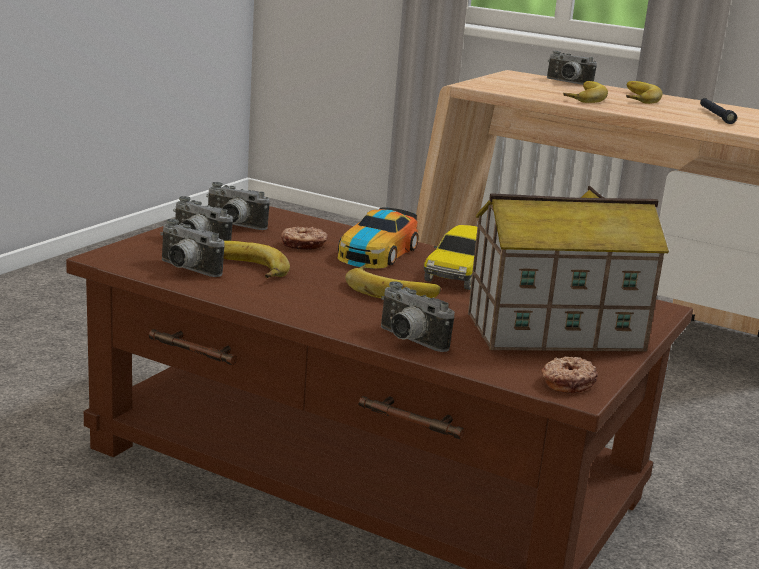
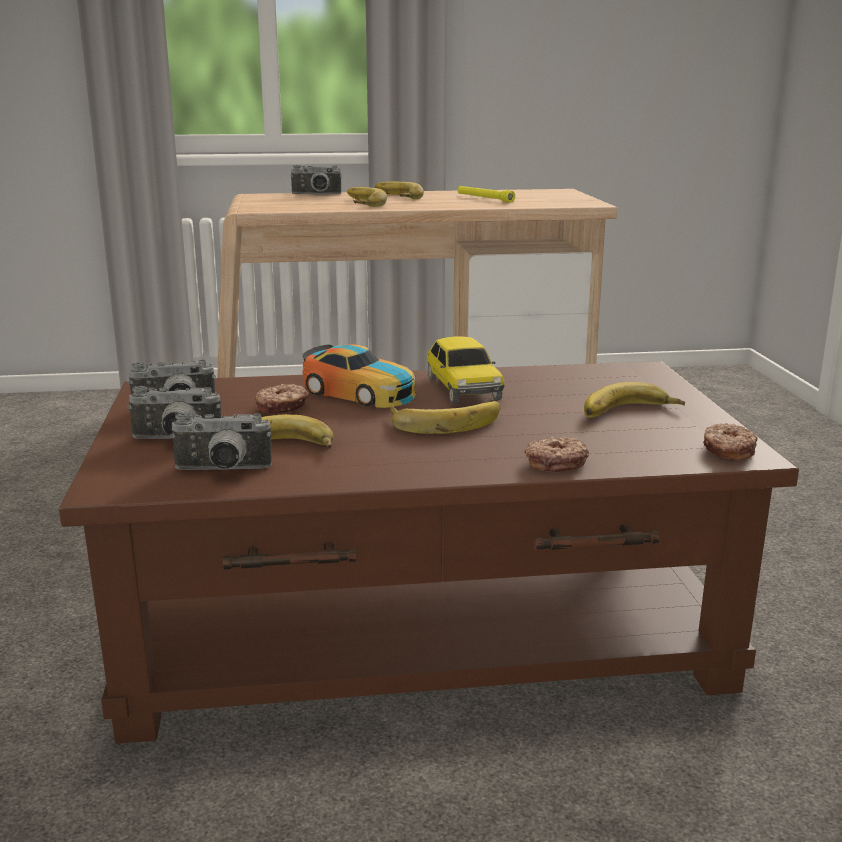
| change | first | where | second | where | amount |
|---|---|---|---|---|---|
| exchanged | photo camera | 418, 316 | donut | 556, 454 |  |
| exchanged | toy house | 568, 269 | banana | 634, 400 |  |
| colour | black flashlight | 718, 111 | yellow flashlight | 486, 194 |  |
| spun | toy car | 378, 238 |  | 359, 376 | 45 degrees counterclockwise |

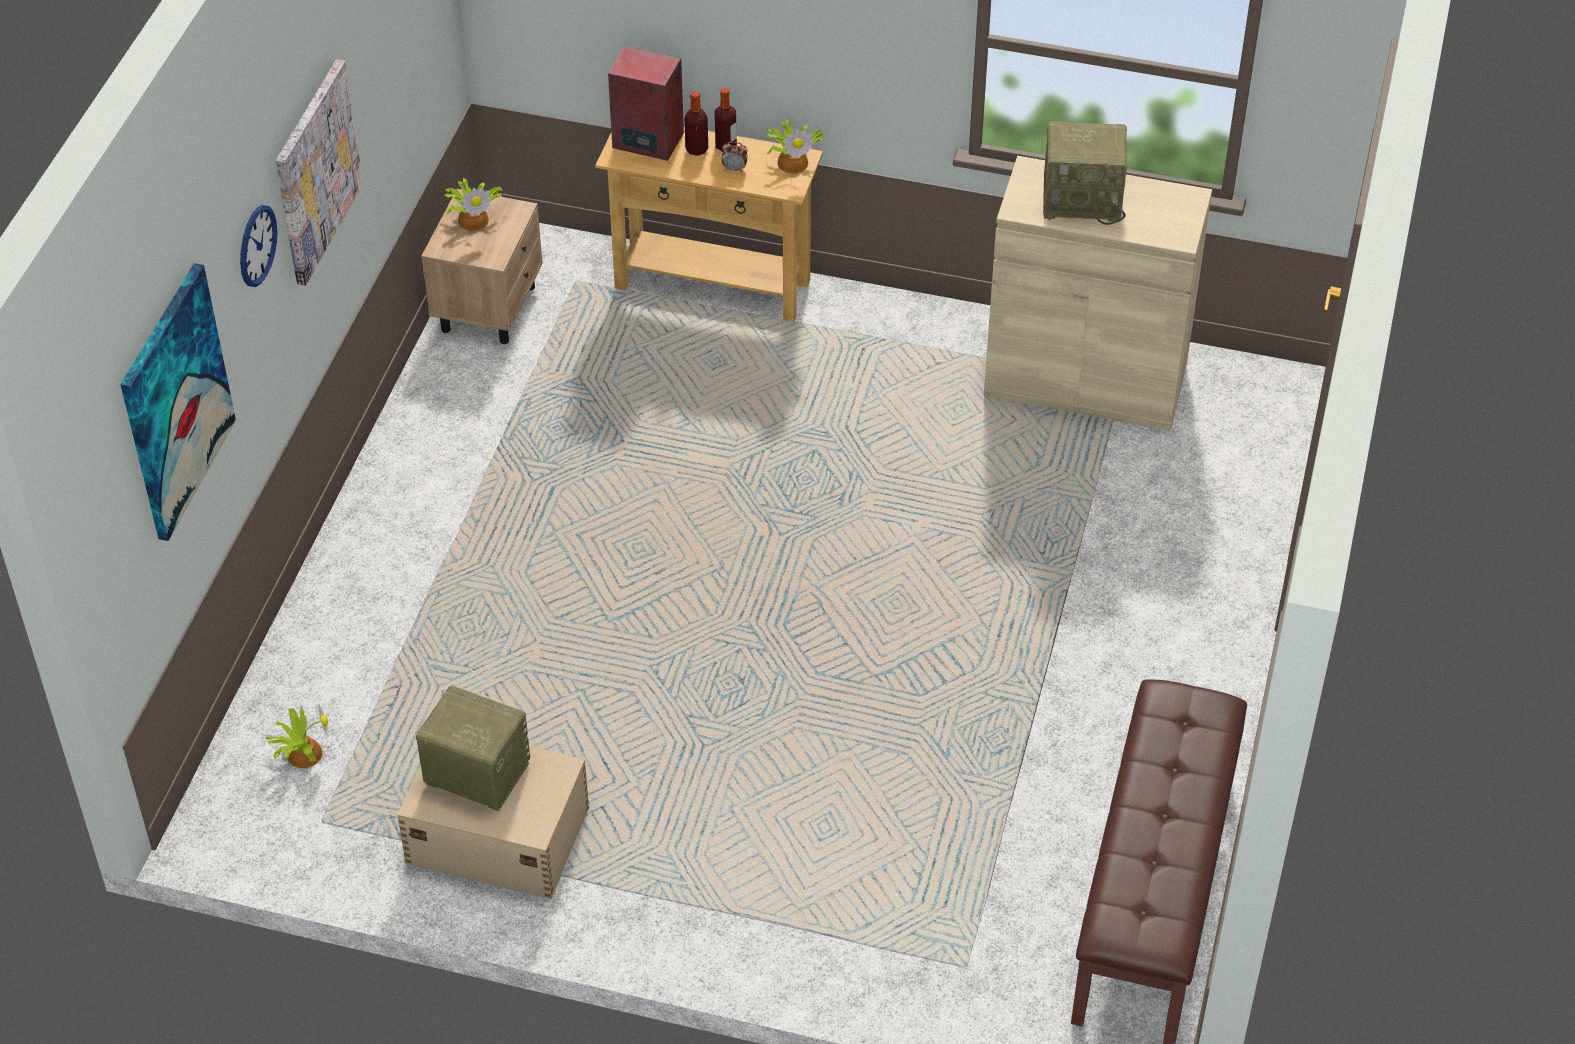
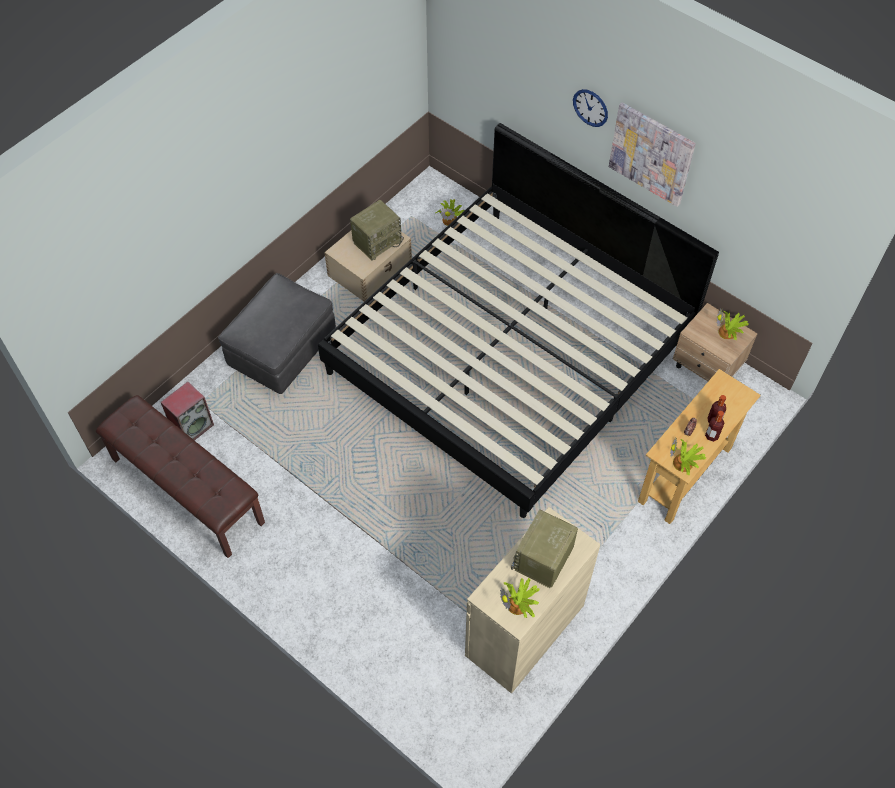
| change | first | where | second | where | amount |
|---|---|---|---|---|---|
| missing | picture | 178, 402 |  |  |  |
| appeared |  |  | grey ottoman | 277, 333 |  |
| appeared |  |  | bed | 518, 320 |  |
| appeared |  |  | potted plant | 520, 597 |  |
| relocated | speaker | 646, 103 |  | 187, 411 |  |

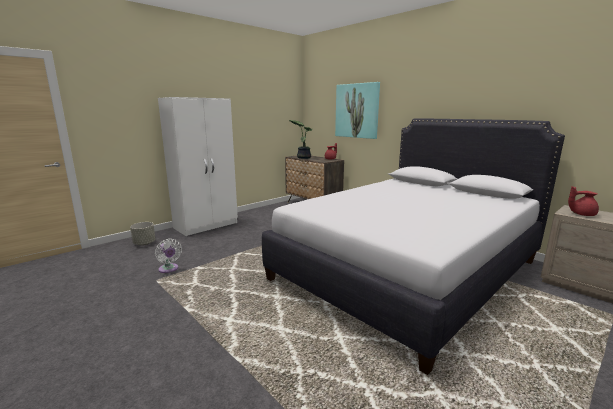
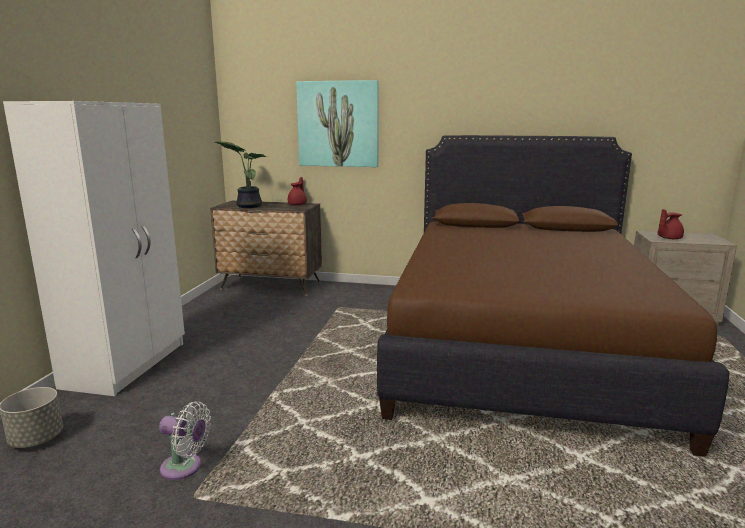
| change | first | where | second | where | amount |
|---|---|---|---|---|---|
| colour | white bed | 413, 247 | brown bed | 553, 296 |  |

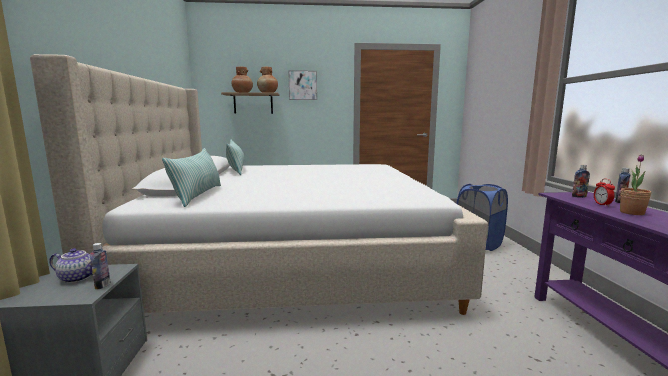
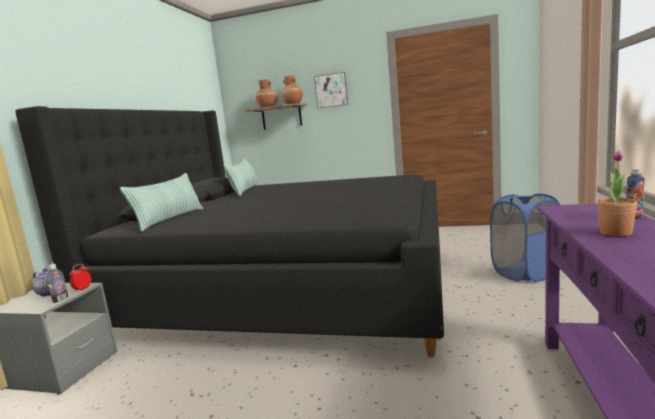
| change | first | where | second | where | amount |
|---|---|---|---|---|---|
| missing | bottle | 581, 181 |  |  |  |
| relocated | alarm clock | 604, 192 |  | 80, 278 |  |
| colour | beige bed | 259, 184 | black bed | 229, 231 |  |

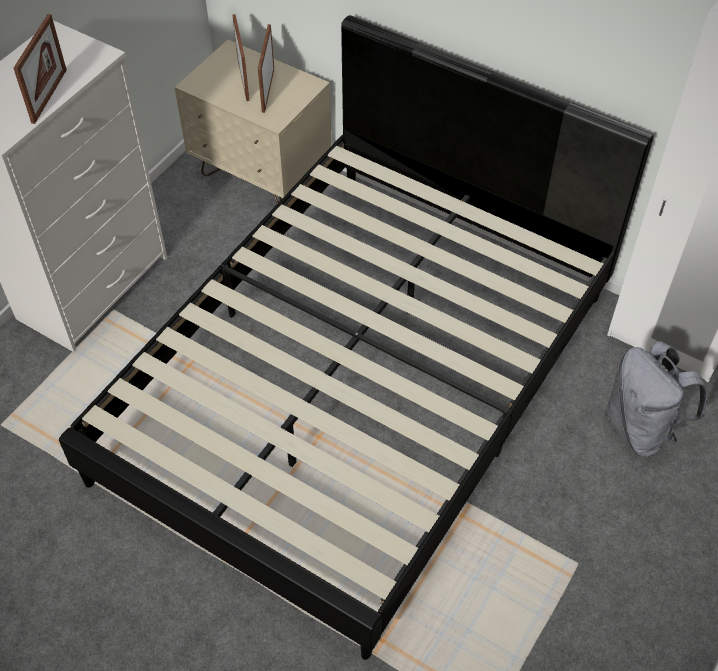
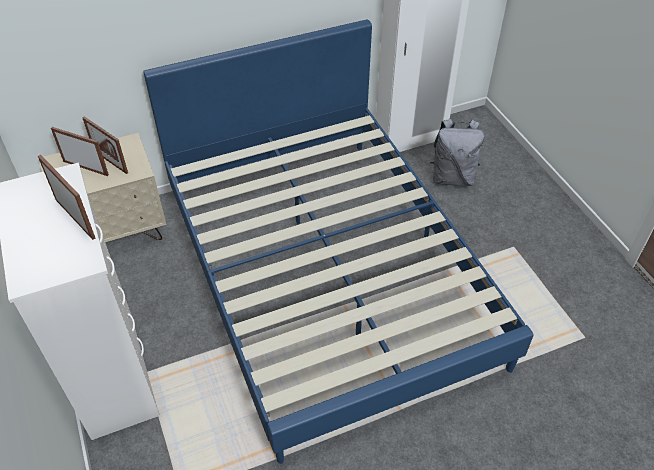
| change | first | where | second | where | amount |
|---|---|---|---|---|---|
| colour | black bed | 356, 337 | blue bed | 338, 241 |  |

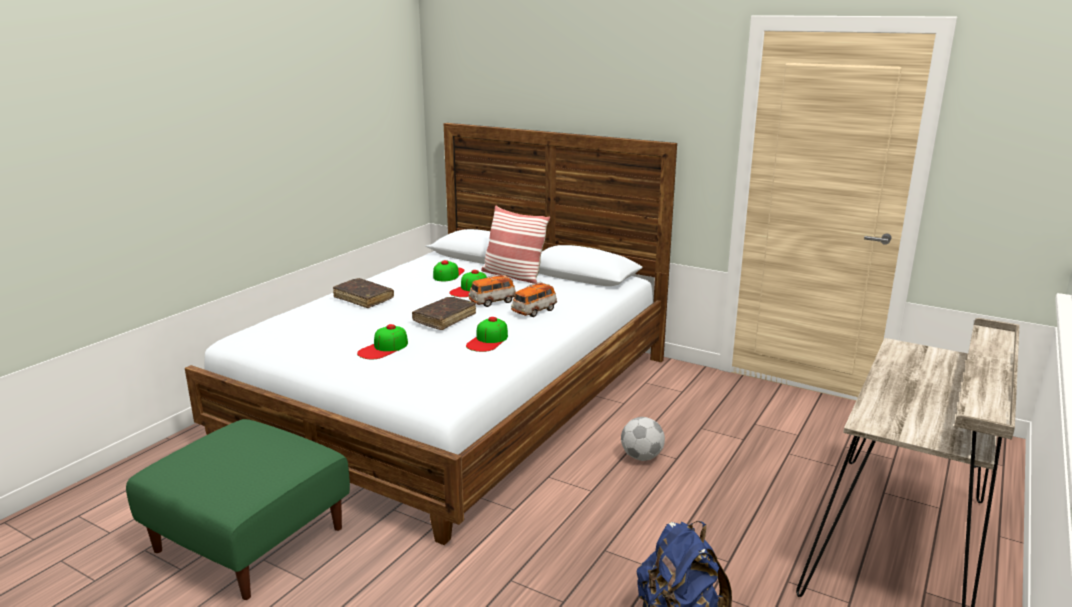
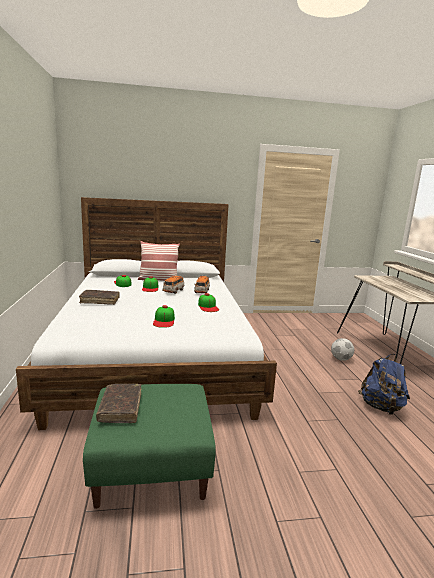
| change | first | where | second | where | amount |
|---|---|---|---|---|---|
| relocated | brown book | 444, 313 |  | 118, 403 |  |
| relocated | football | 643, 439 |  | 342, 349 |  |

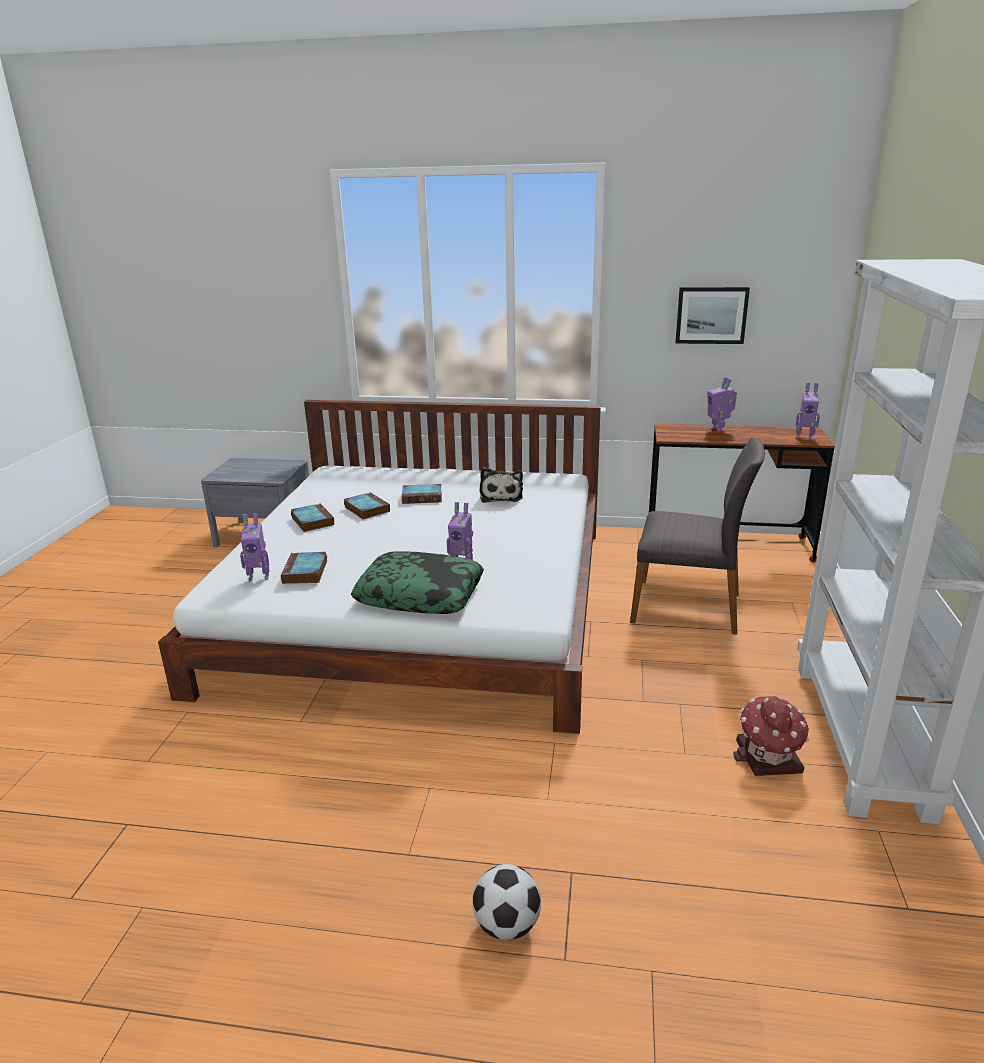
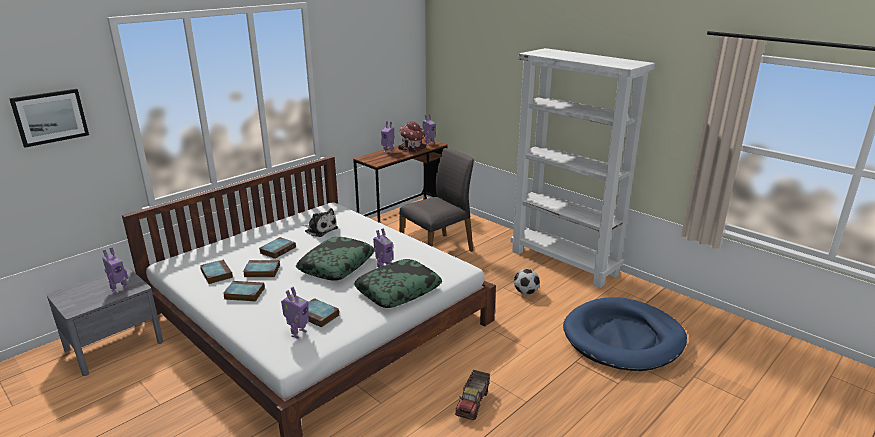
| change | first | where | second | where | amount |
|---|---|---|---|---|---|
| appeared |  |  | toy robot | 115, 270 |  |
| appeared |  |  | book | 216, 271 |  |
| appeared |  |  | pillow | 335, 258 |  |
| appeared |  |  | toy truck | 472, 395 |  |
| appeared |  |  | blue dog bed | 625, 334 |  |
| relocated | football | 506, 902 |  | 527, 282 |  |
| relocated | picture | 712, 315 |  | 49, 118 |  |
| relocated | toy house | 771, 736 |  | 412, 137 |  |

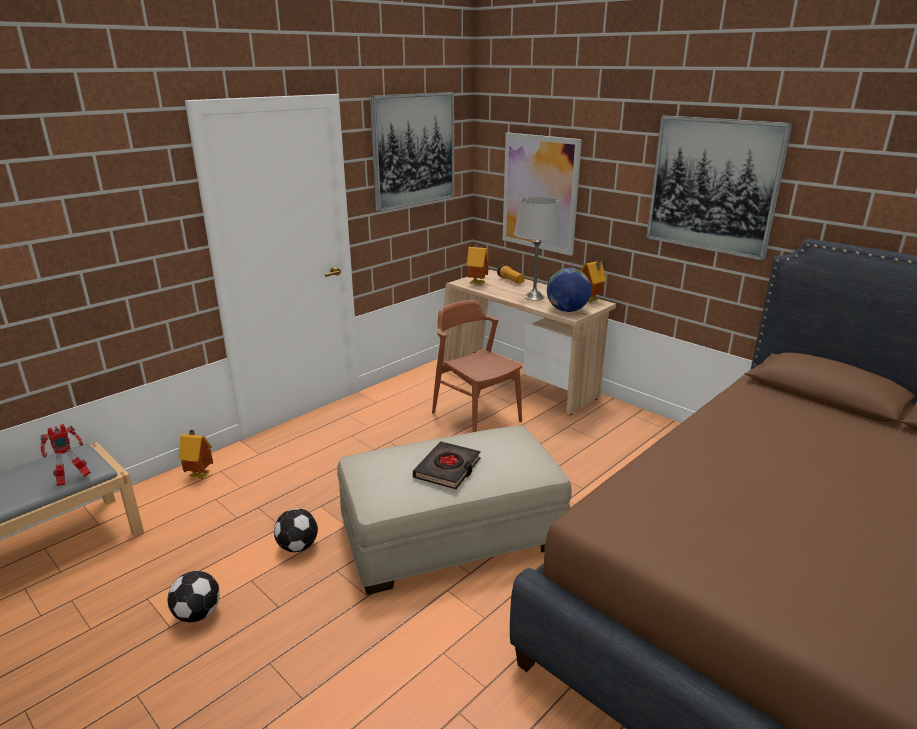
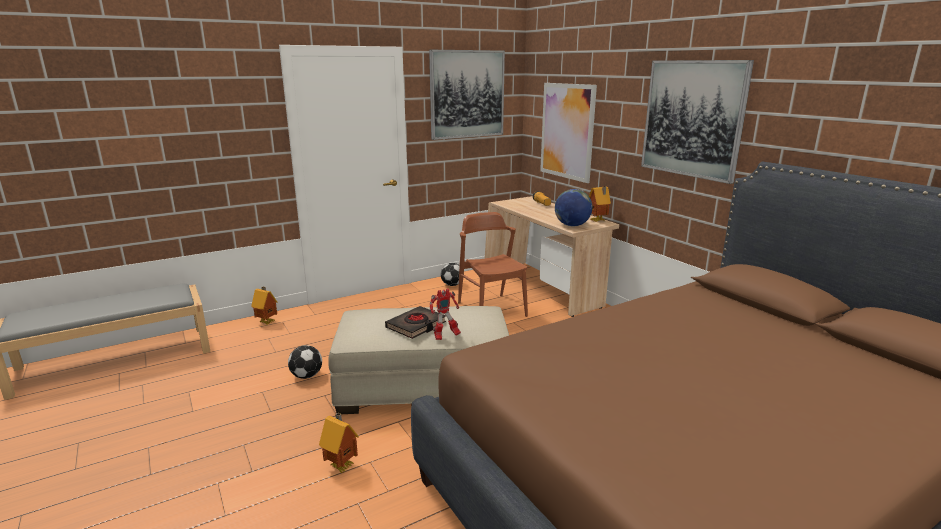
| change | first | where | second | where | amount |
|---|---|---|---|---|---|
| missing | grey table lamp | 537, 249 |  |  |  |
| relocated | toy robot | 65, 455 |  | 445, 314 |  |
| relocated | football | 194, 597 |  | 450, 274 |  |
| relocated | toy house | 477, 264 |  | 339, 443 |  |

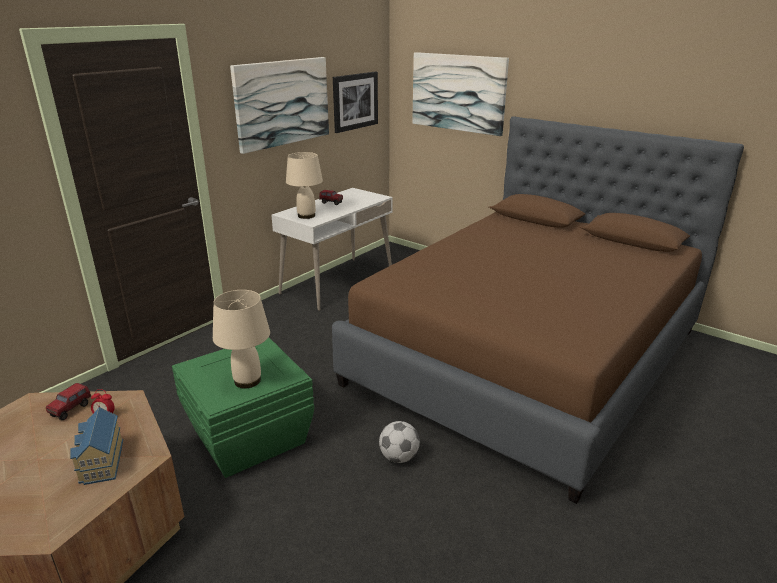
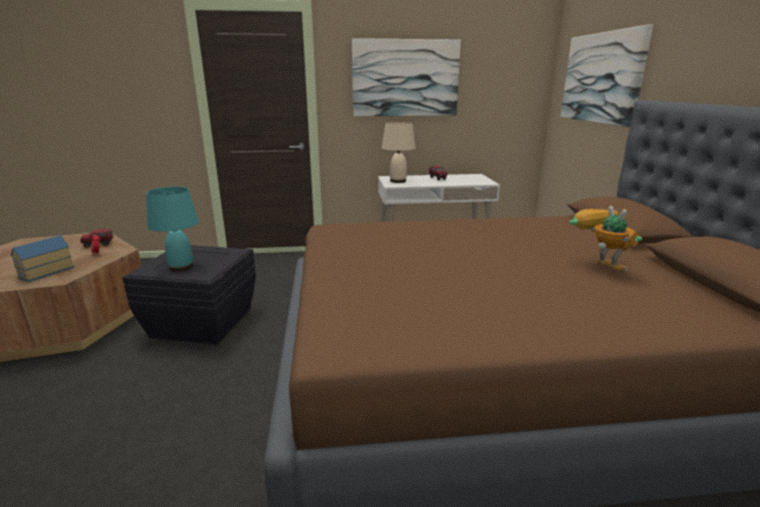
| change | first | where | second | where | amount |
|---|---|---|---|---|---|
| missing | picture | 355, 102 |  |  |  |
| missing | football | 399, 442 |  |  |  |
| appeared |  |  | toy robot | 605, 239 |  |
| colour | green storage box | 243, 407 | black storage box | 189, 295 |  |
| colour | beige table lamp | 241, 339 | turquoise table lamp | 172, 229 |  |

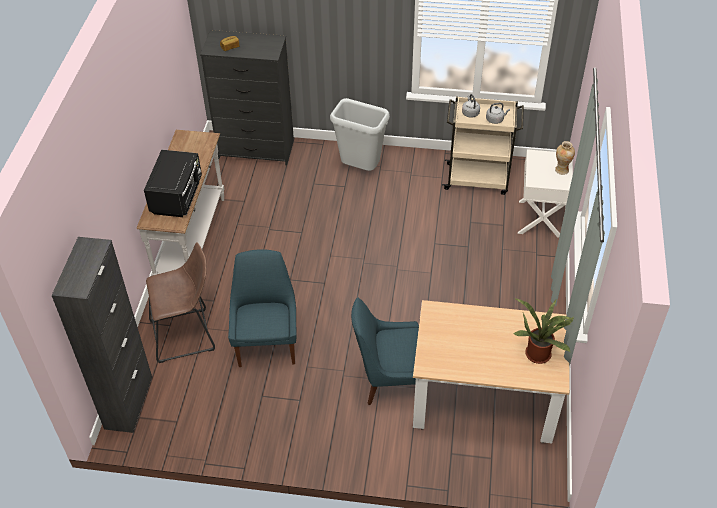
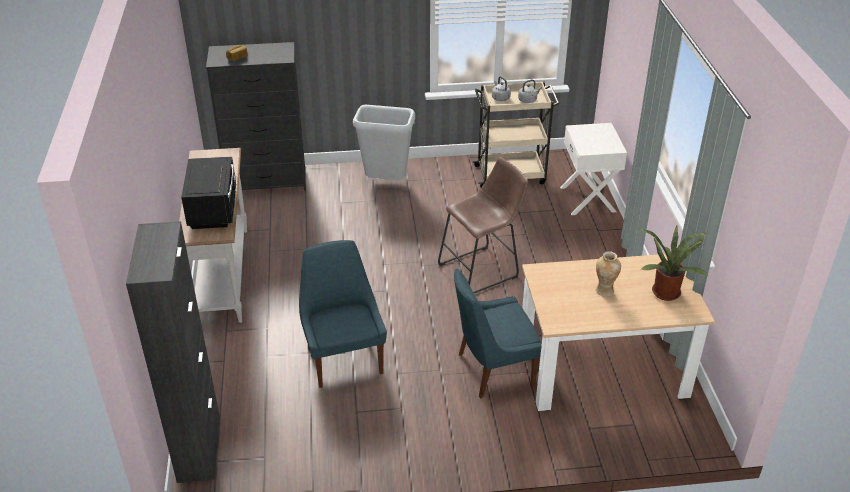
| change | first | where | second | where | amount |
|---|---|---|---|---|---|
| relocated | brown stool | 180, 302 |  | 483, 225 |  |
| relocated | vase | 565, 158 |  | 608, 274 |  |

